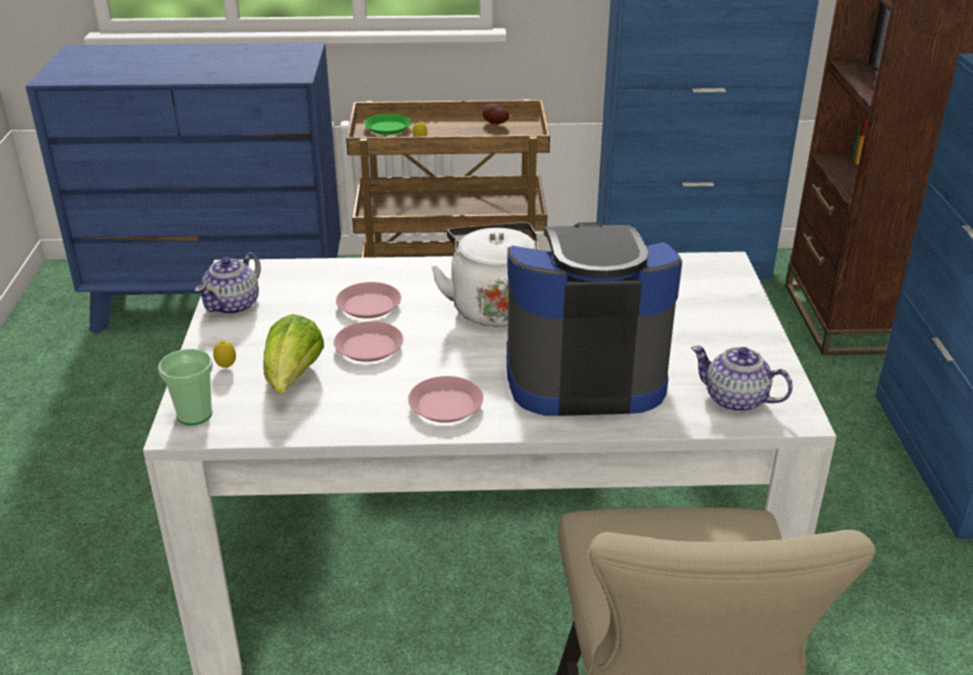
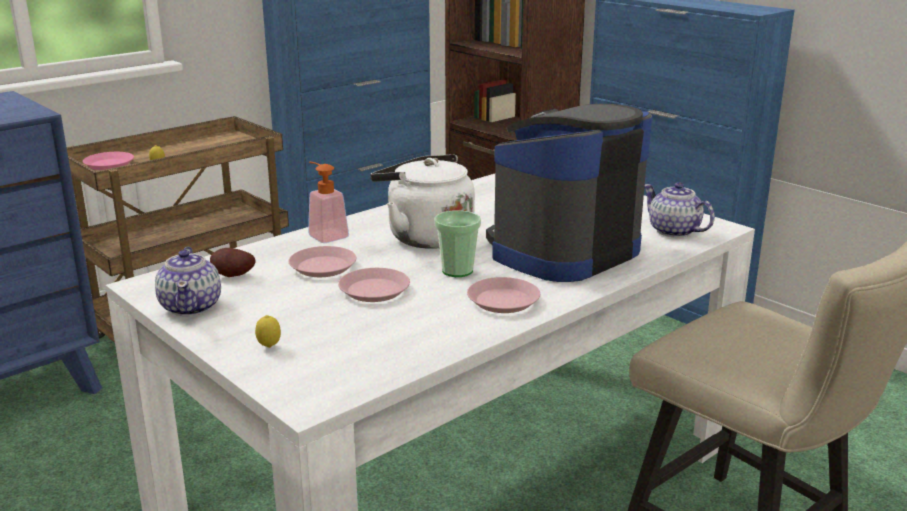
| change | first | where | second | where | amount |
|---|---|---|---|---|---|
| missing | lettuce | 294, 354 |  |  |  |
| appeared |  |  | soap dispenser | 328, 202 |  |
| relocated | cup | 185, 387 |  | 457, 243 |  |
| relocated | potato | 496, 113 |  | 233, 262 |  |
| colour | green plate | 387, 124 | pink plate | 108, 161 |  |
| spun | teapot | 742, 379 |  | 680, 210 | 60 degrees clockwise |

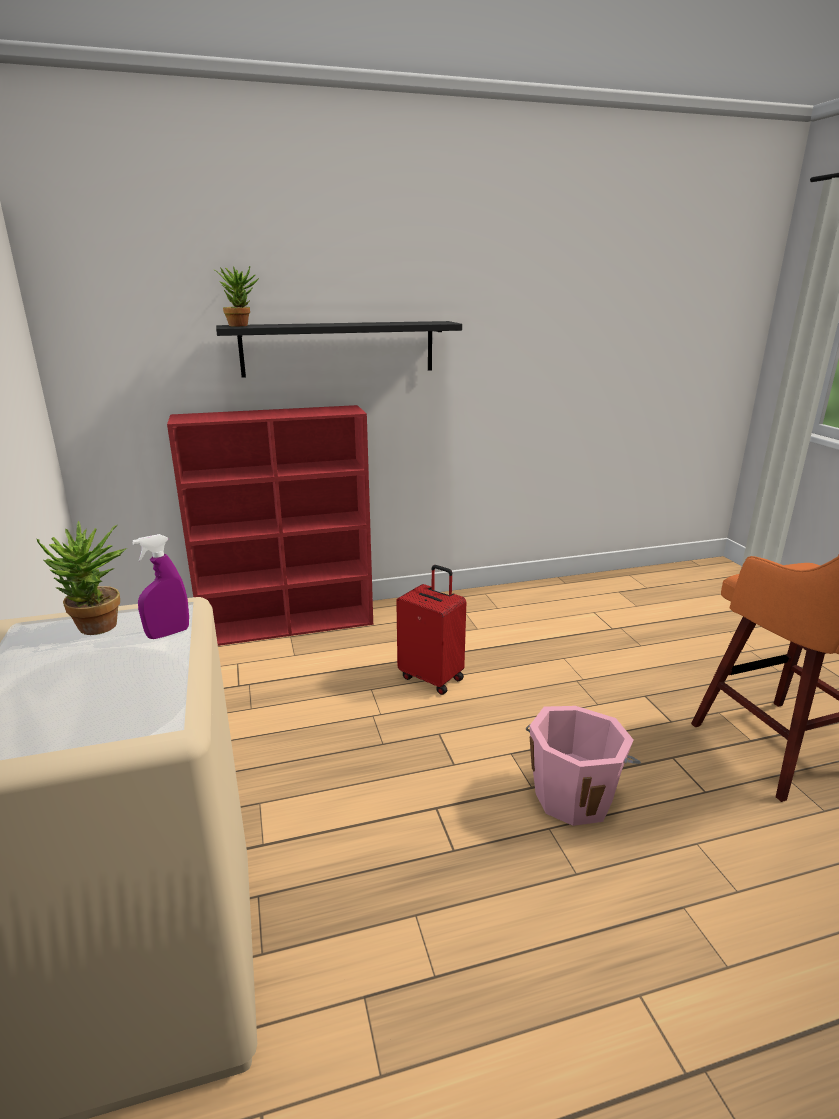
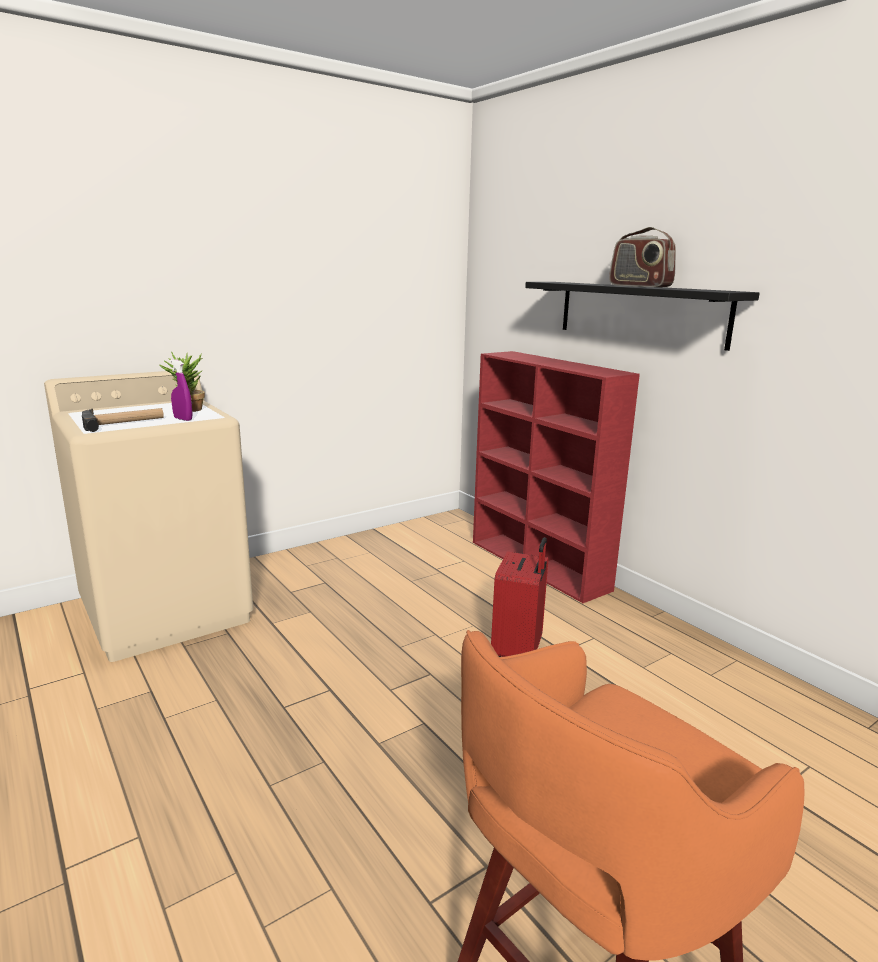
| change | first | where | second | where | amount |
|---|---|---|---|---|---|
| missing | potted plant | 237, 296 |  |  |  |
| missing | pink bucket | 583, 766 |  |  |  |
| appeared |  |  | hammer | 123, 420 |  |
| appeared |  |  | radio | 642, 257 |  |

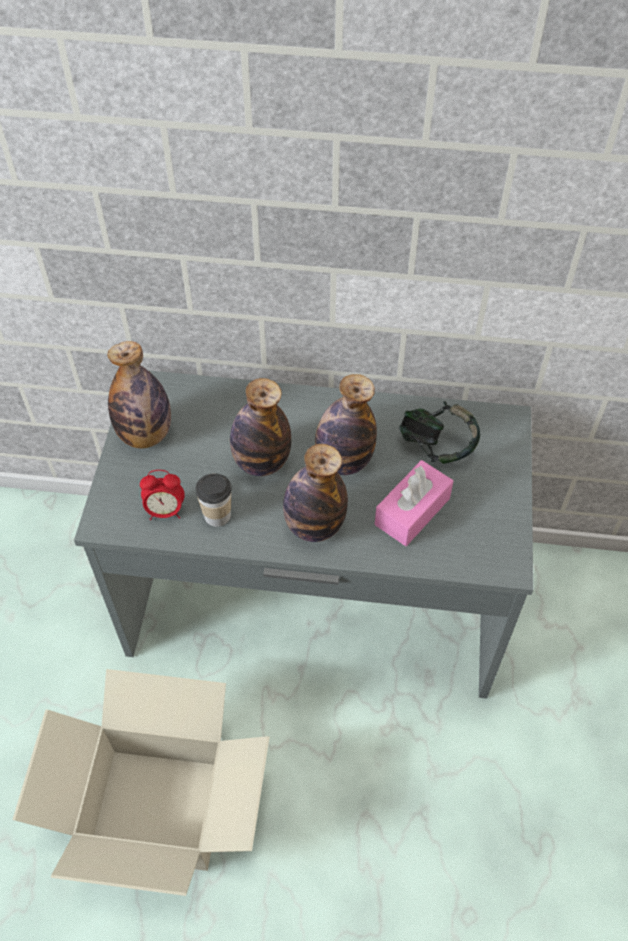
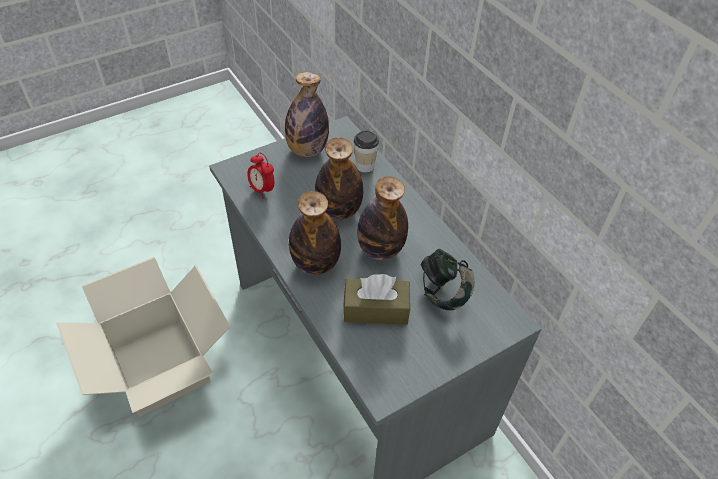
| change | first | where | second | where | amount |
|---|---|---|---|---|---|
| relocated | cup | 214, 500 |  | 366, 152 |  |
| colour | pink tissue box | 414, 503 | brown tissue box | 376, 299 |  |

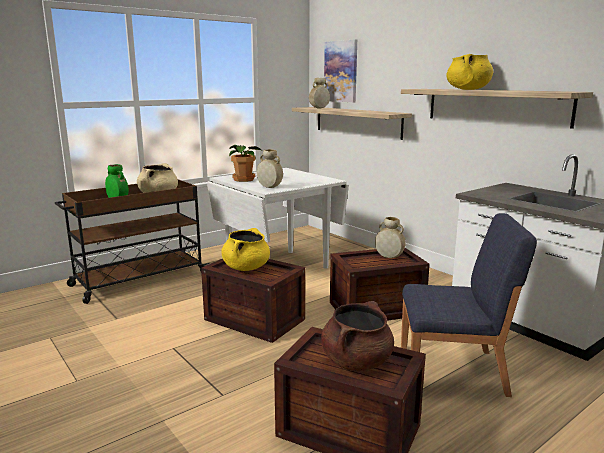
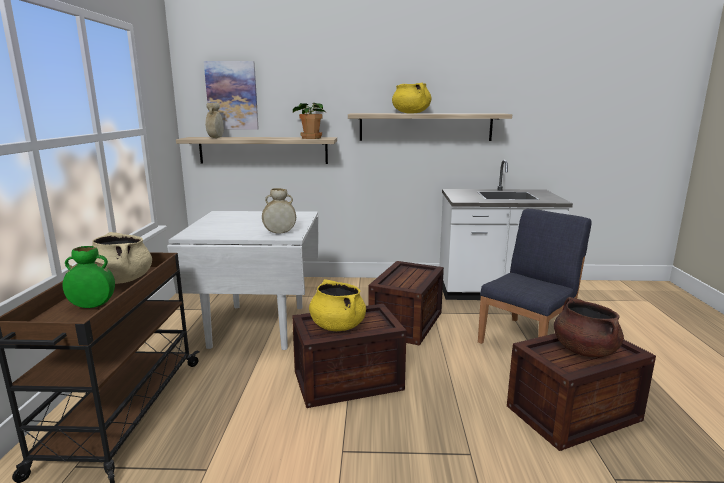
| change | first | where | second | where | amount |
|---|---|---|---|---|---|
| missing | beige vase | 390, 237 |  |  |  |
| relocated | potted plant | 245, 163 |  | 309, 121 |  |

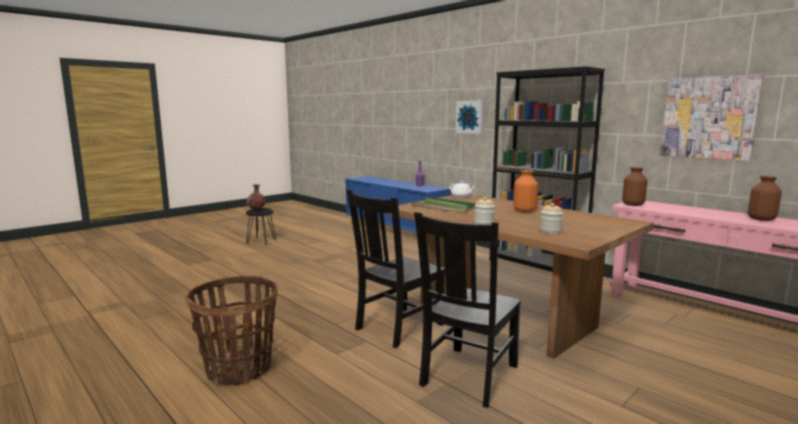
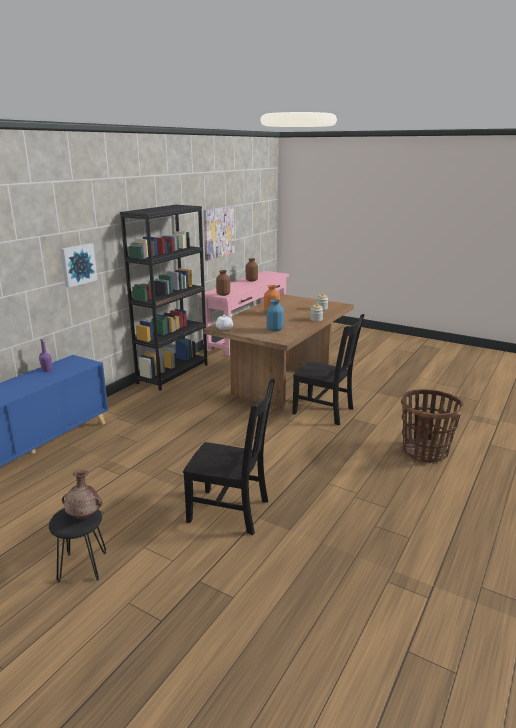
| change | first | where | second | where | amount |
|---|---|---|---|---|---|
| relocated | black chair | 467, 310 |  | 229, 456 |  |
| exchanged | green tray | 443, 205 | blue vase | 275, 315 |  |

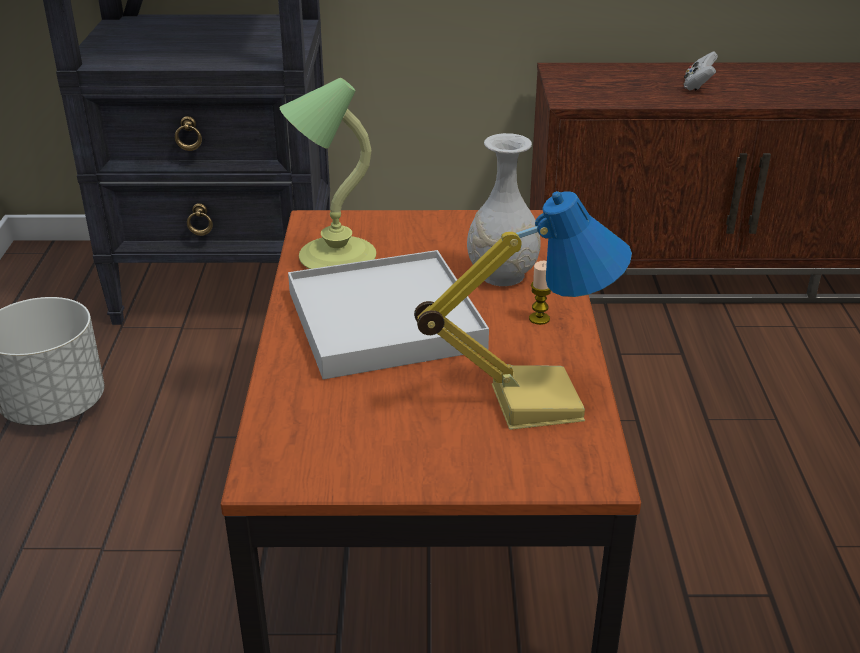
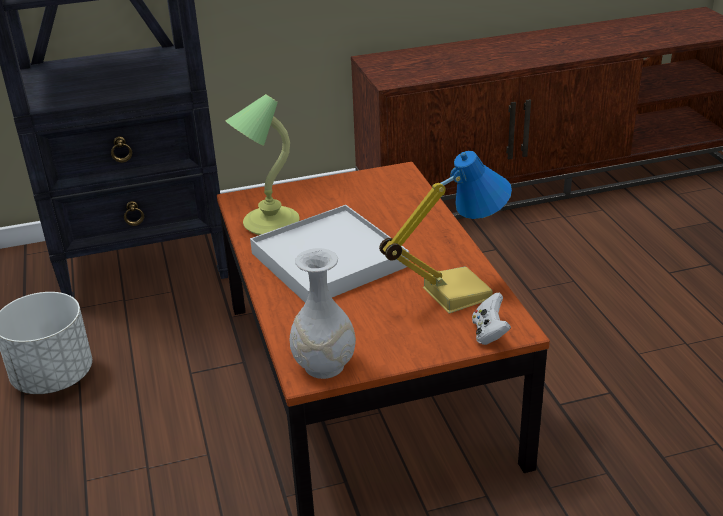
| change | first | where | second | where | amount |
|---|---|---|---|---|---|
| missing | candle | 540, 293 |  |  |  |
| relocated | white vase | 504, 209 |  | 322, 313 |  |
| relocated | white game controller | 701, 71 |  | 491, 319 |  |

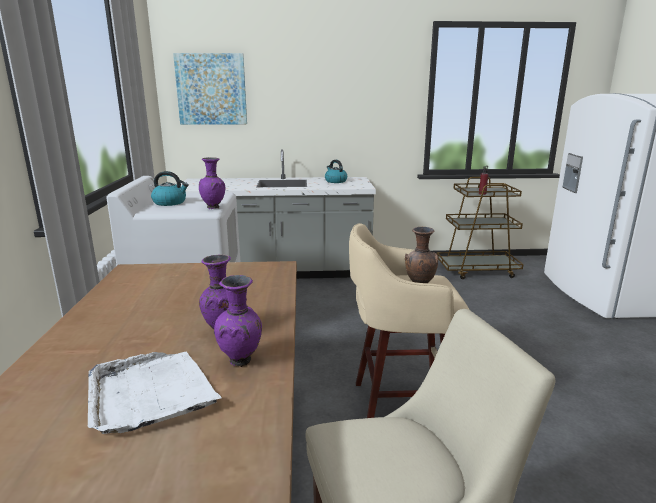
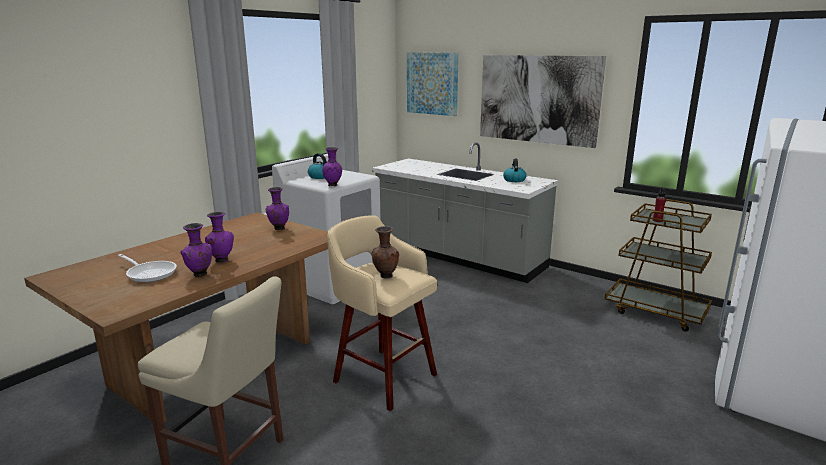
| change | first | where | second | where | amount |
|---|---|---|---|---|---|
| appeared |  |  | purple vase | 277, 208 |  |
| appeared |  |  | picture | 543, 101 |  |
| exchanged | white tray | 155, 393 | frying pan | 147, 268 |  |

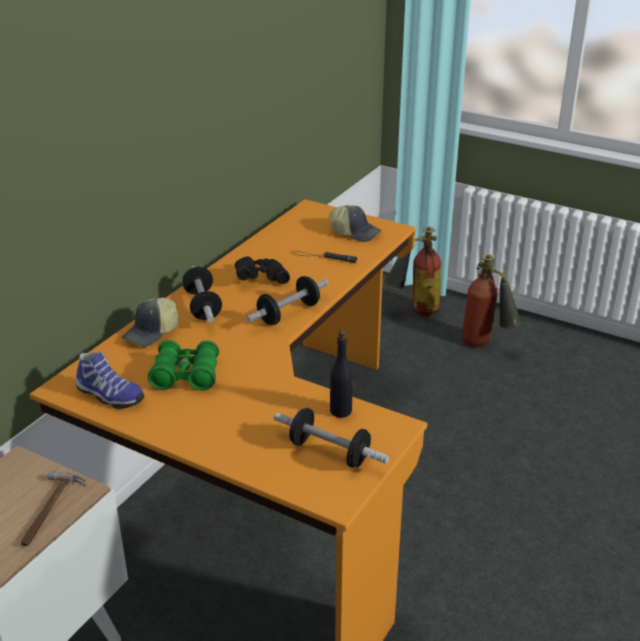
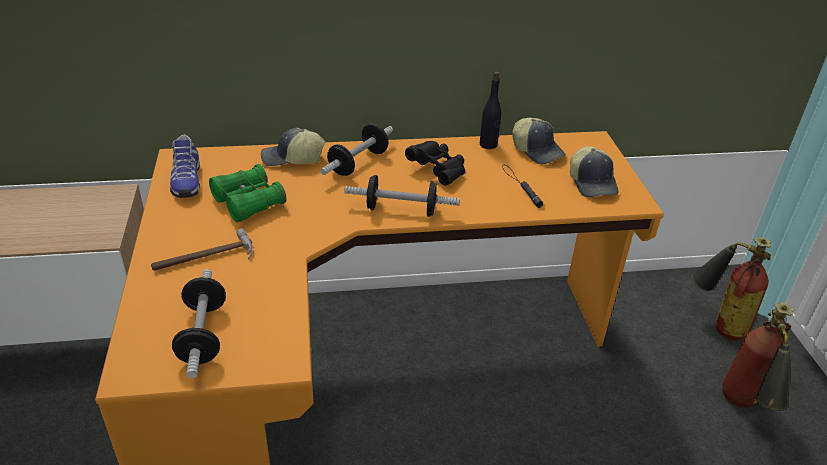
| change | first | where | second | where | amount |
|---|---|---|---|---|---|
| appeared |  |  | cap | 539, 141 |  |
| relocated | hammer | 53, 508 |  | 202, 249 |  |
| relocated | black bottle | 342, 374 |  | 490, 110 |  |

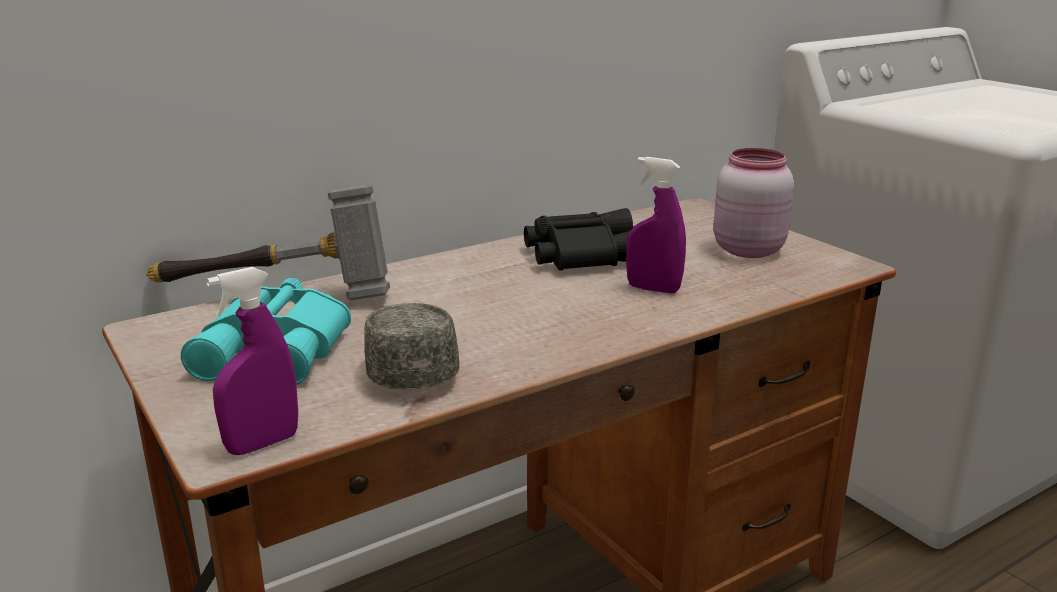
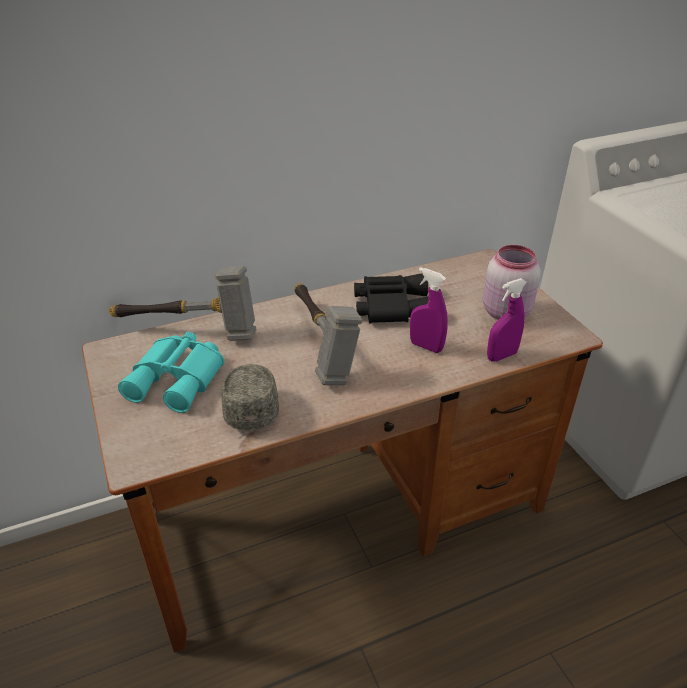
| change | first | where | second | where | amount |
|---|---|---|---|---|---|
| appeared |  |  | hammer | 328, 334 |  |
| relocated | purple spray bottle | 252, 361 |  | 507, 320 |  |

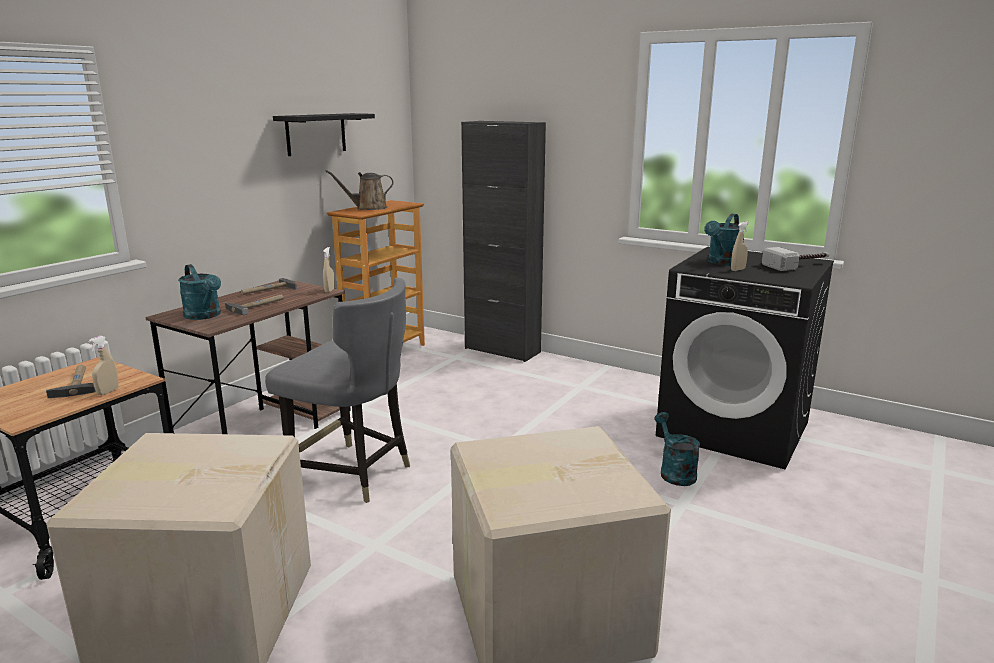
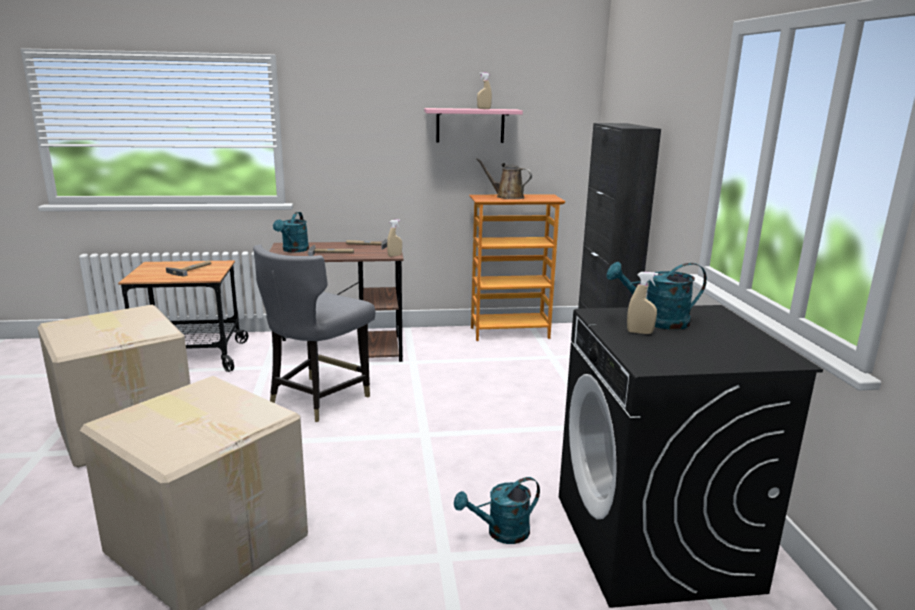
| change | first | where | second | where | amount |
|---|---|---|---|---|---|
| missing | hammer | 795, 259 |  |  |  |
| relocated | beige spray bottle | 103, 365 |  | 484, 90 |  |
| colour | black shelf | 324, 134 | pink shelf | 473, 125 |  |
| spun | grey chair | 337, 390 |  | 314, 333 | 45 degrees clockwise |
| spun | turquoise watering can | 677, 449 |  | 497, 510 | 150 degrees counterclockwise |

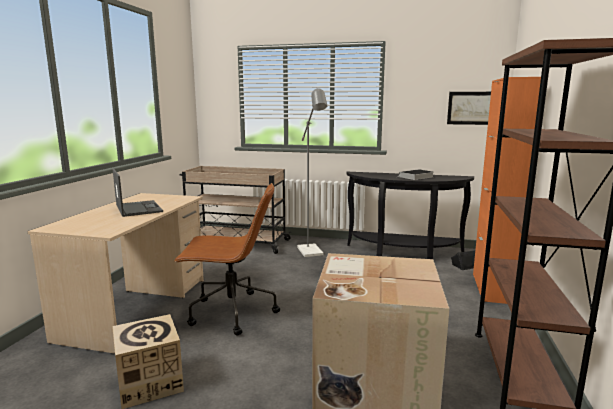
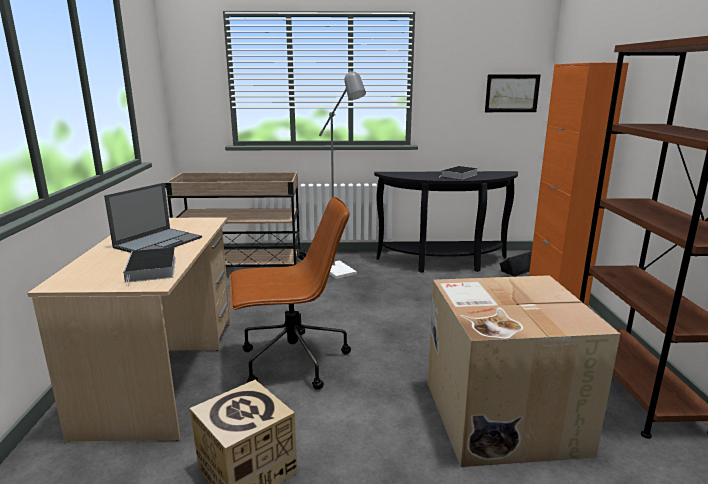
| change | first | where | second | where | amount |
|---|---|---|---|---|---|
| appeared |  |  | book | 149, 267 |  |
| spun | laptop | 138, 193 |  | 153, 218 | 75 degrees clockwise |

